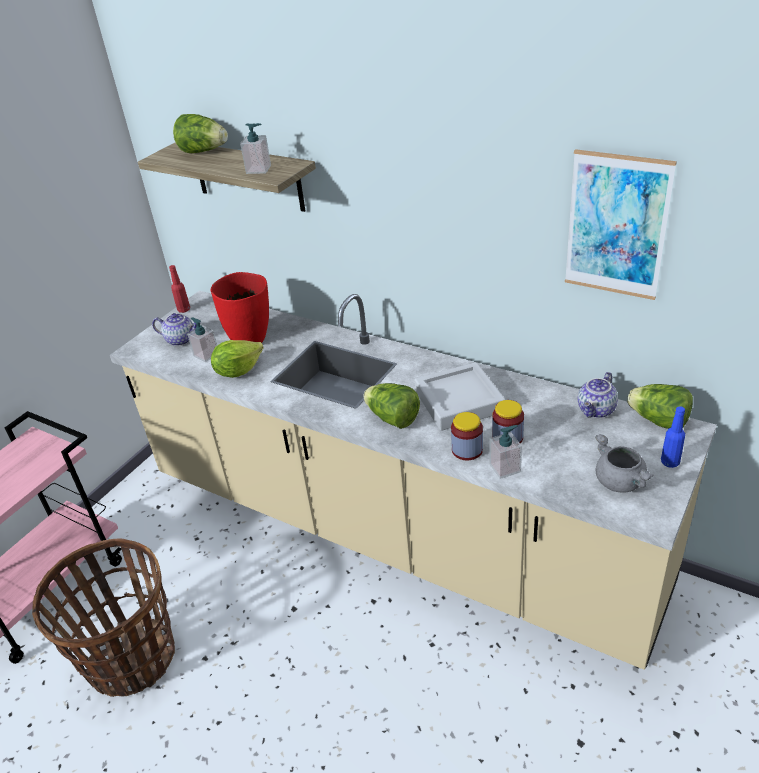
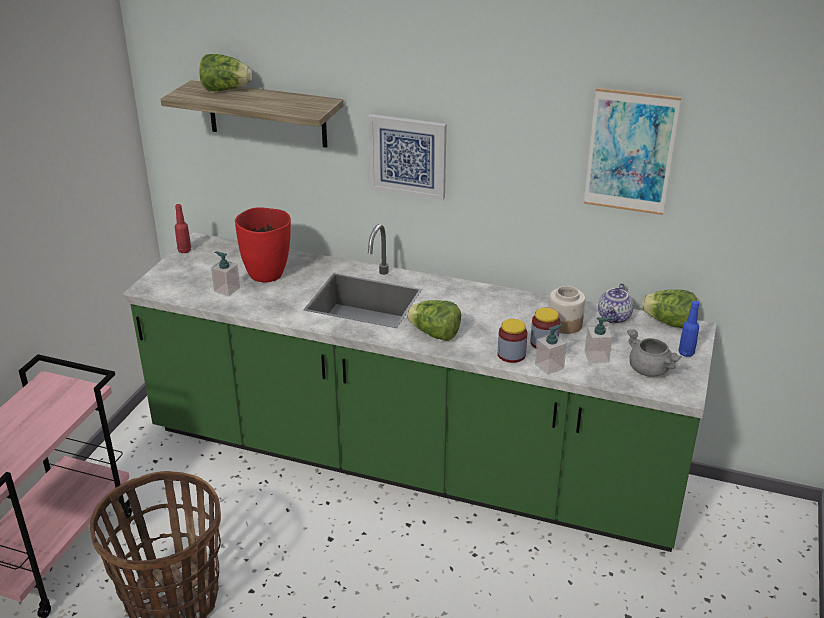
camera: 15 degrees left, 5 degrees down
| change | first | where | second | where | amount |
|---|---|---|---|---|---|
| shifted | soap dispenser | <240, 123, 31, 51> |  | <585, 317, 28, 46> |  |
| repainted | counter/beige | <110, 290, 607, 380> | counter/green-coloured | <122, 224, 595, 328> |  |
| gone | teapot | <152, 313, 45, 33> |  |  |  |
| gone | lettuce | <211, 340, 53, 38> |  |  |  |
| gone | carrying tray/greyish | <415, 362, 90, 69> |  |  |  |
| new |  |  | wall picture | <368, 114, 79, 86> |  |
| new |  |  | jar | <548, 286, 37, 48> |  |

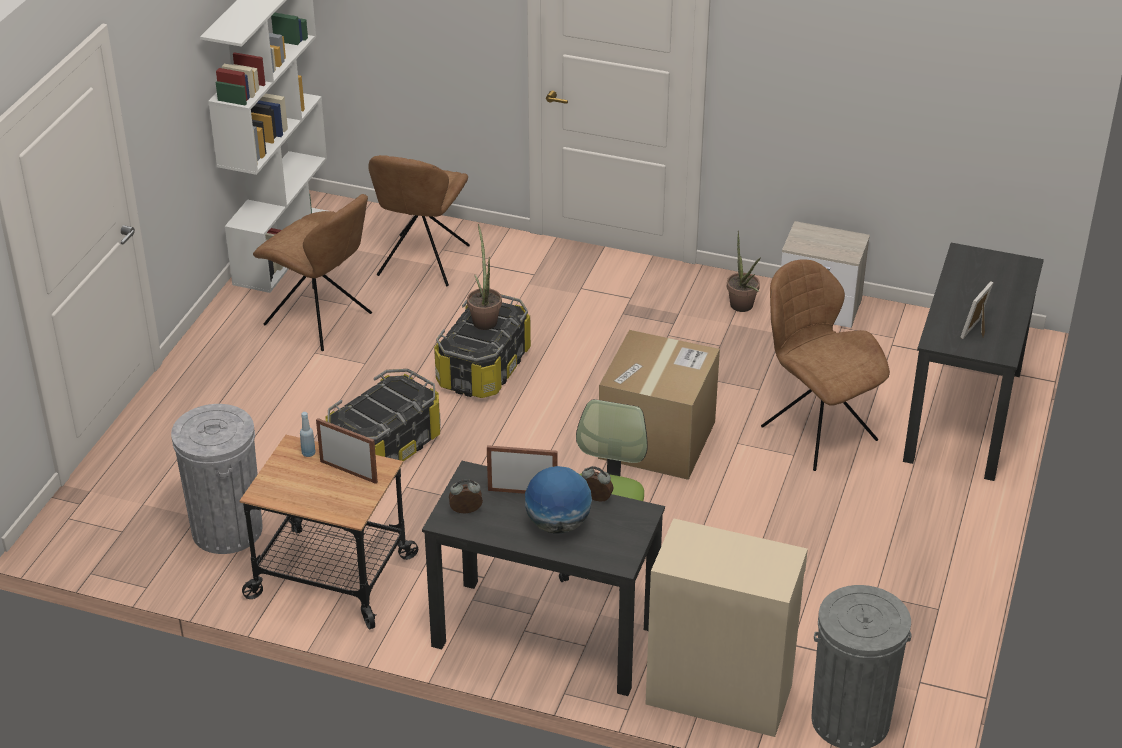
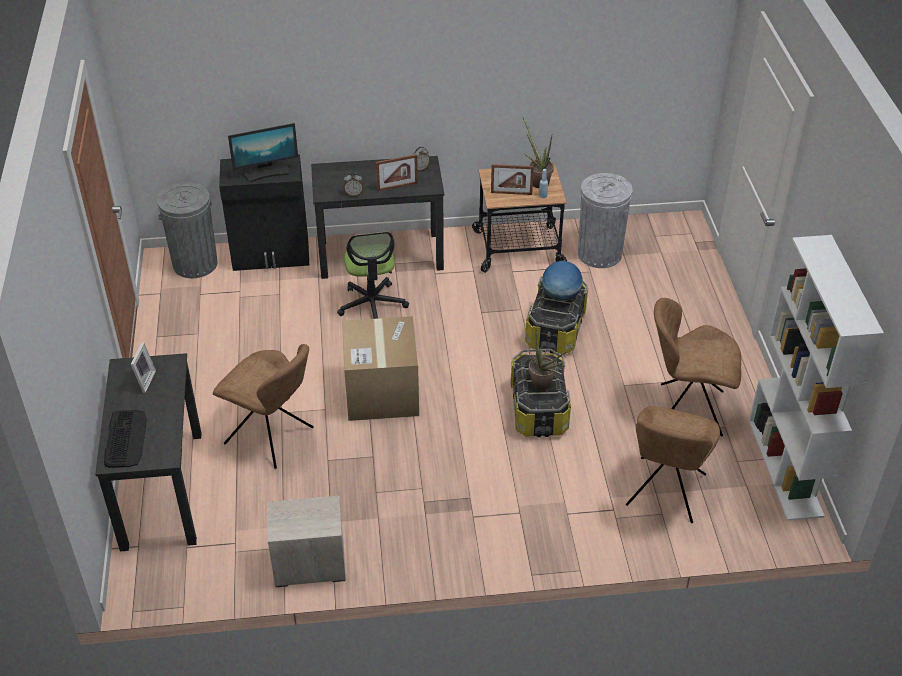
camera: 155 degrees right, 5 degrees up
| change | first | where | second | where | amount |
|---|---|---|---|---|---|
| rotated | upright chair/brown-coloured | <368, 155, 102, 131> |  | <626, 406, 94, 117> | 150 degrees counterclockwise |
| shifted | potted plant | <727, 231, 34, 81> |  | <523, 117, 31, 71> |  |
| shifted | globe | <525, 466, 67, 68> |  | <542, 261, 41, 40> |  |
| repainted | storage cabinet/beige | <645, 518, 163, 219> | storage cabinet/blackish | <219, 154, 90, 117> |  |
| new |  |  | computer display | <228, 123, 70, 60> |  |
| new |  |  | PC keyboard | <104, 410, 43, 58> |  |

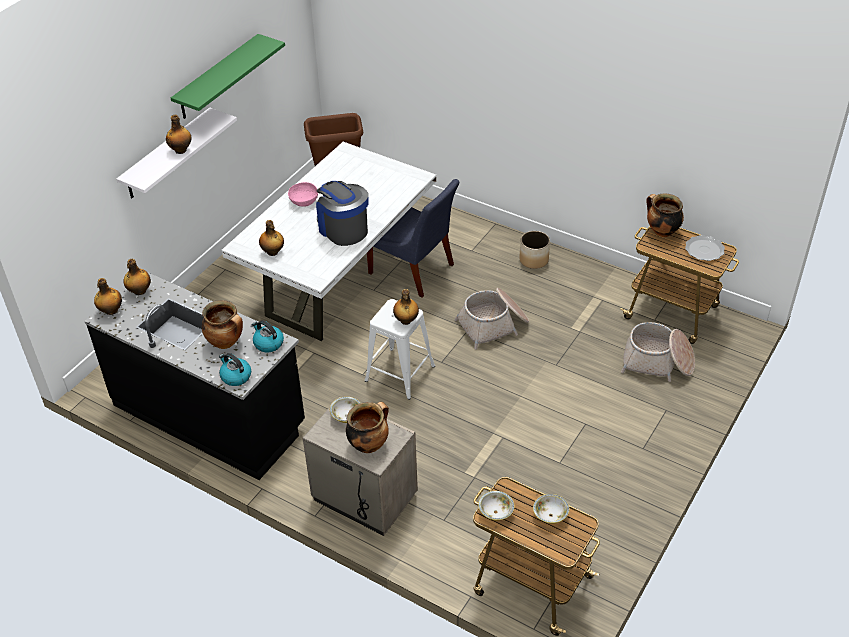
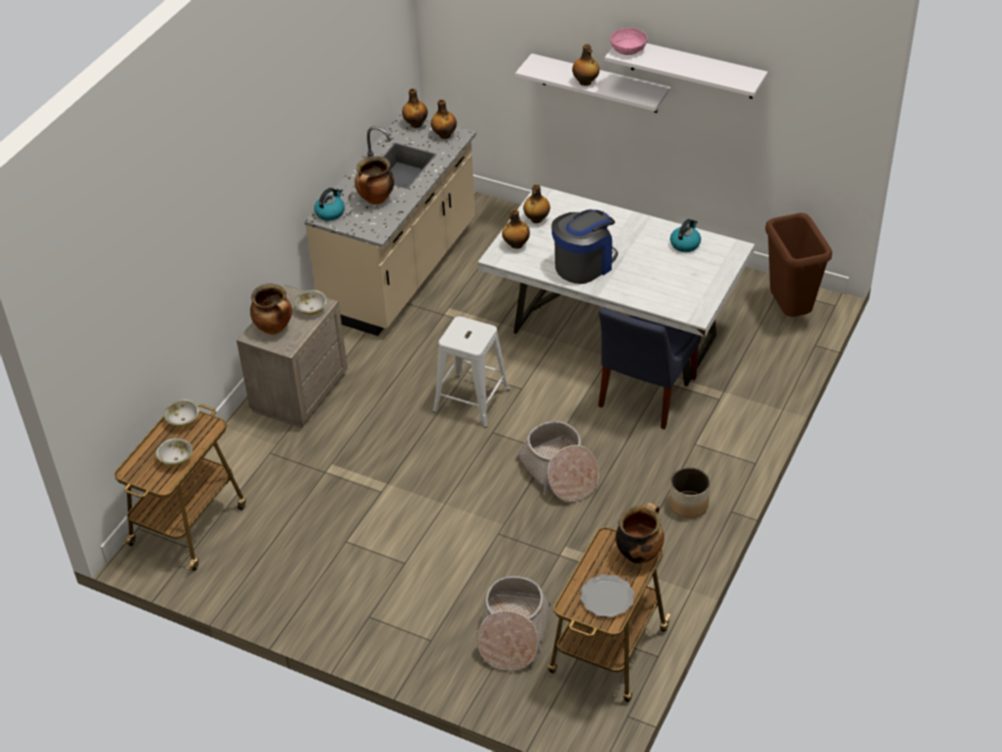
camera: 85 degrees right, 0 degrees up
| change | first | where | second | where | amount |
|---|---|---|---|---|---|
| repainted | shelf/green-coloured | <171, 34, 114, 85> | shelf/white-coloured | <605, 43, 163, 56> |  |
| shifted | serving bowl/pink | <288, 182, 30, 25> |  | <610, 28, 37, 27> |  |
| repainted | counter/blackish | <85, 272, 220, 208> | counter/beige | <304, 113, 172, 223> |  |
| shifted | drink bottle | <393, 289, 26, 36> |  | <502, 209, 28, 40> |  |
| shifted | tea kettle | <252, 320, 32, 32> |  | <670, 219, 31, 33> |  |

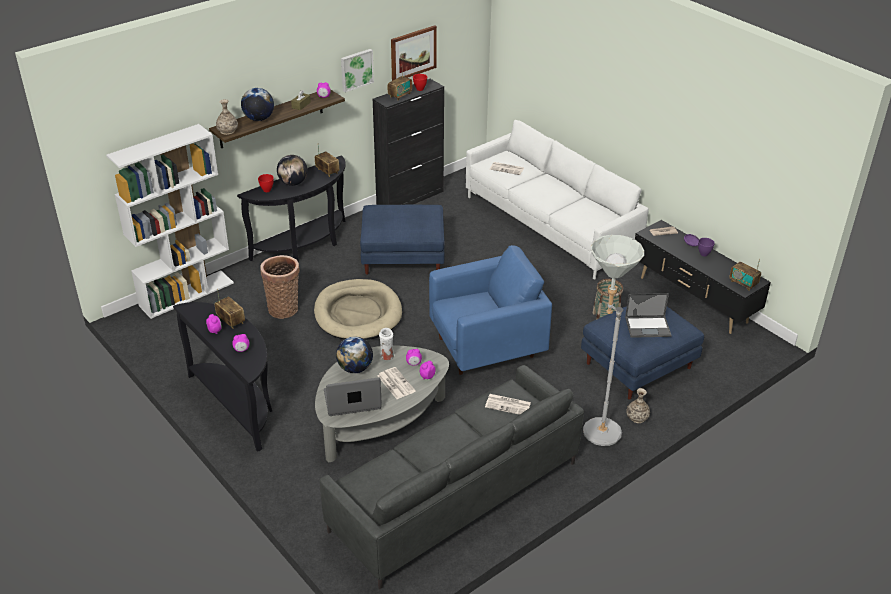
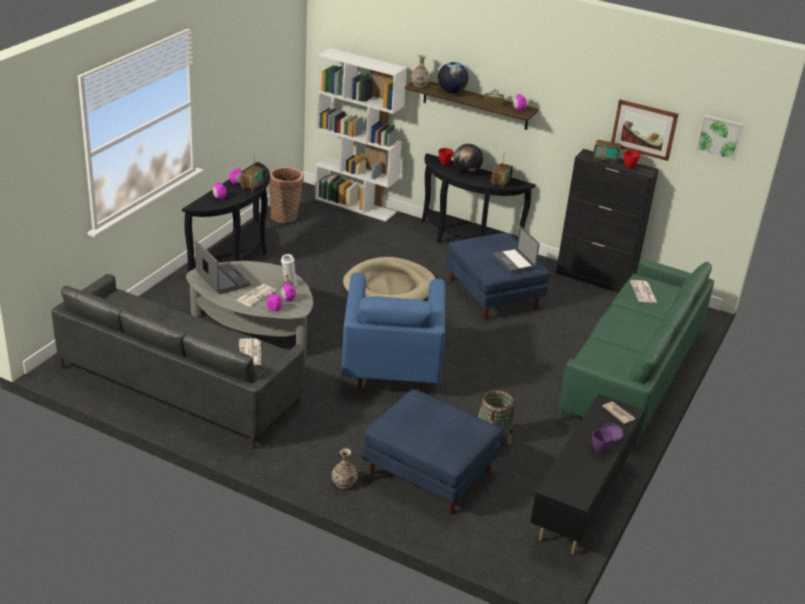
camera: 65 degrees right, 5 degrees down
| change | first | where | second | where | amount |
|---|---|---|---|---|---|
| shifted | wall picture | <341, 49, 33, 44> |  | <696, 115, 48, 47> |  |
| repainted | settee/white-coloured | <466, 120, 183, 160> | settee/green-coloured | <559, 259, 155, 189> |  |
| gone | standing lamp/greyish | <583, 235, 61, 211> |  |  |  |
| rotated | armchair/blue | <429, 245, 123, 130> |  | <341, 273, 104, 119> | 45 degrees clockwise |
| shifted | storage basket | <260, 255, 40, 64> |  | <269, 167, 35, 56> |  |
| gone | radio receiver | <729, 259, 32, 32> |  |  |  |
| shifted | notebook computer | <625, 293, 46, 45> |  | <492, 226, 48, 47> |  |
| gone | globe | <336, 337, 37, 36> |  |  |  |

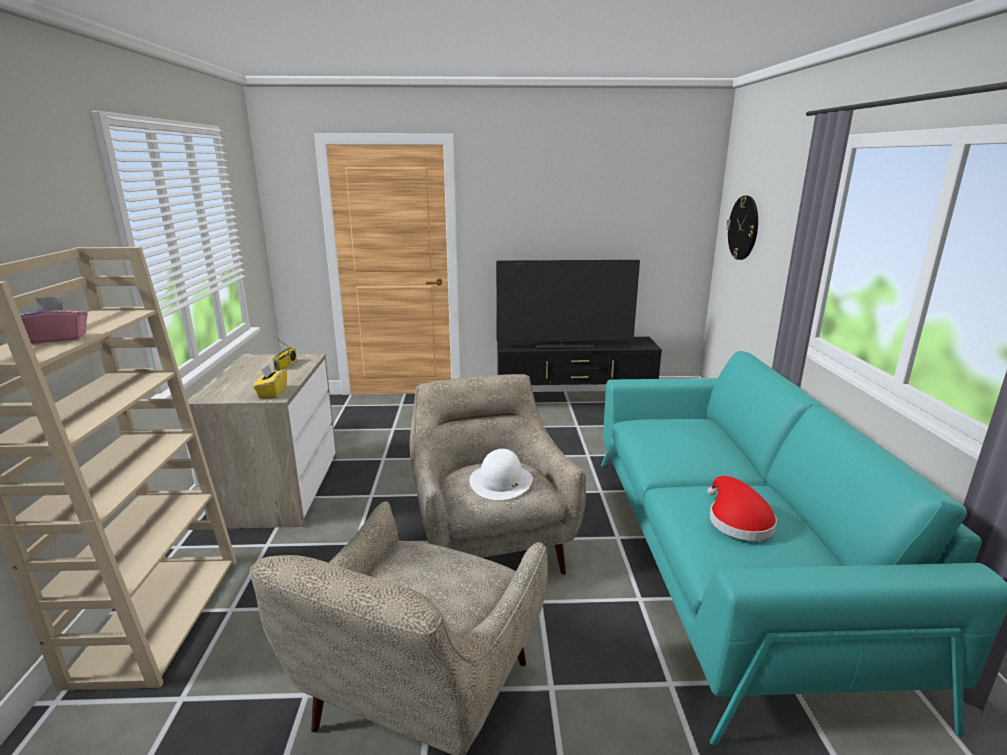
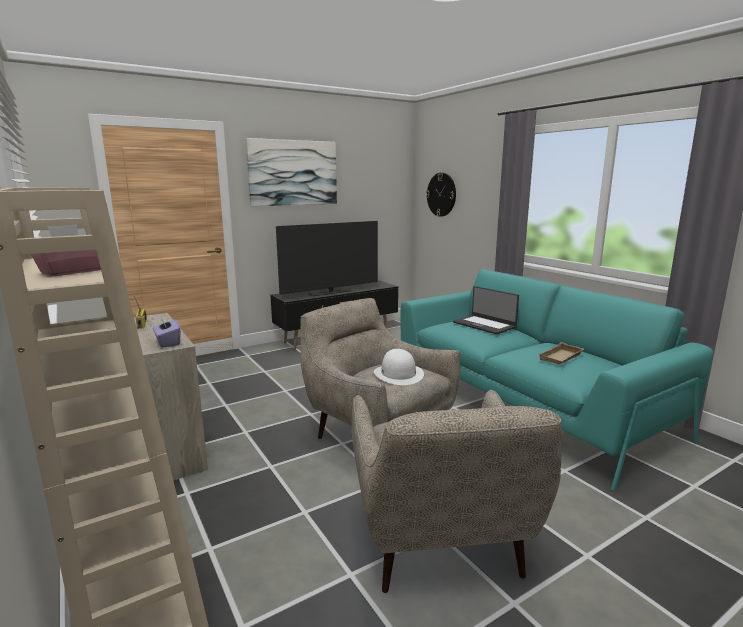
camera: 30 degrees left, 5 degrees down
| change | first | where | second | where | amount |
|---|---|---|---|---|---|
| repainted | box of tissues/yellow-coloured | <253, 365, 34, 33> | box of tissues/purple-coloured | <153, 315, 27, 33> |  |
| swapped | hat/red-coloured | <707, 476, 70, 65> | carrying tray/beige | <540, 342, 44, 22> |  |
| new |  |  | wall picture | <246, 138, 91, 68> |  |
| new |  |  | notebook computer | <453, 286, 66, 49> |  |

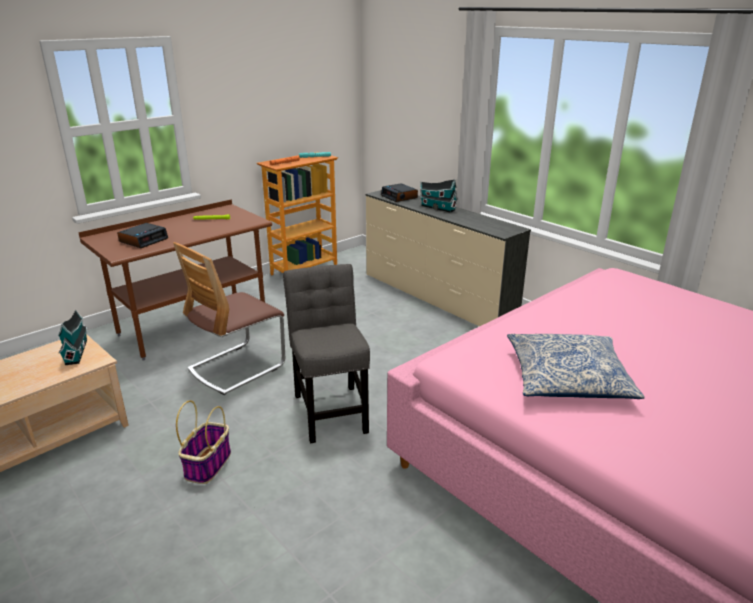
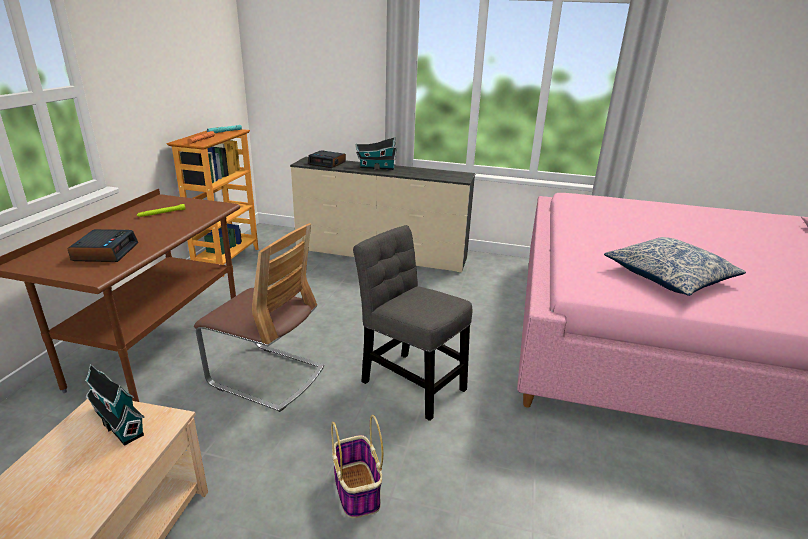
camera: 35 degrees left, 0 degrees up
| change | first | where | second | where | amount |
|---|---|---|---|---|---|
| rotated | upright chair | <173, 242, 112, 153> |  | <194, 223, 130, 189> | 75 degrees counterclockwise |

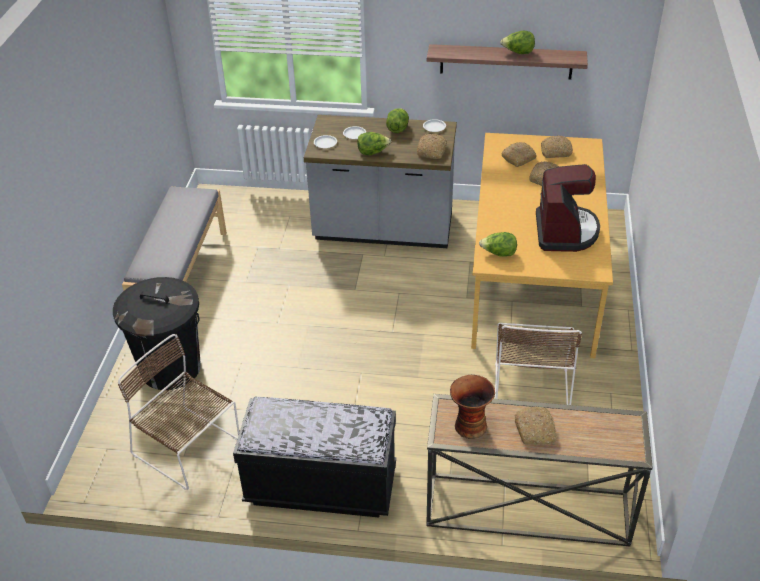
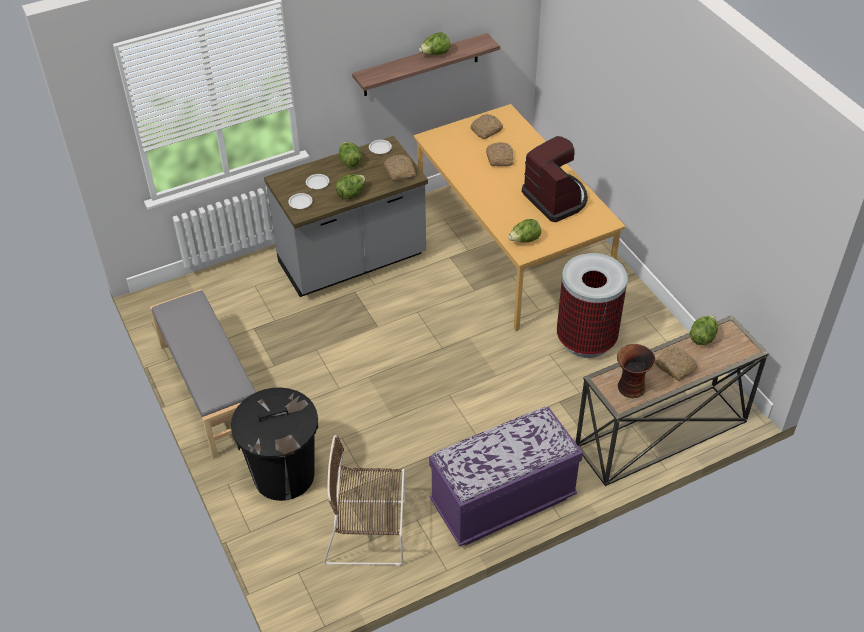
camera: 35 degrees left, 5 degrees up
| change | first | where | second | where | amount |
|---|---|---|---|---|---|
| gone | bread | <501, 142, 36, 25> |  |  |  |
| swapped | upright chair/brown-coloured | <495, 323, 87, 82> | rubbish bin | <557, 253, 71, 105> |  |
| repainted | long seat/blackish | <233, 397, 163, 120> | long seat/purple-coloured | <429, 407, 154, 139> |  |
| new |  |  | lettuce | <690, 315, 28, 30> |  |

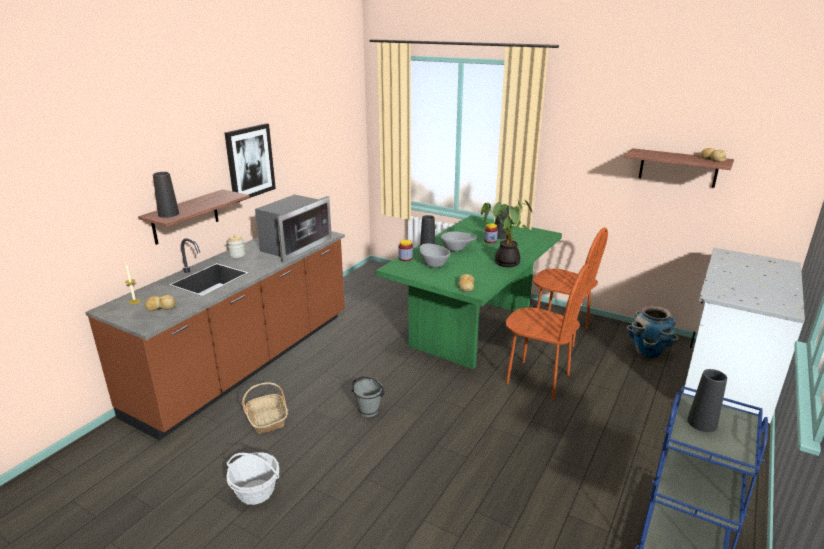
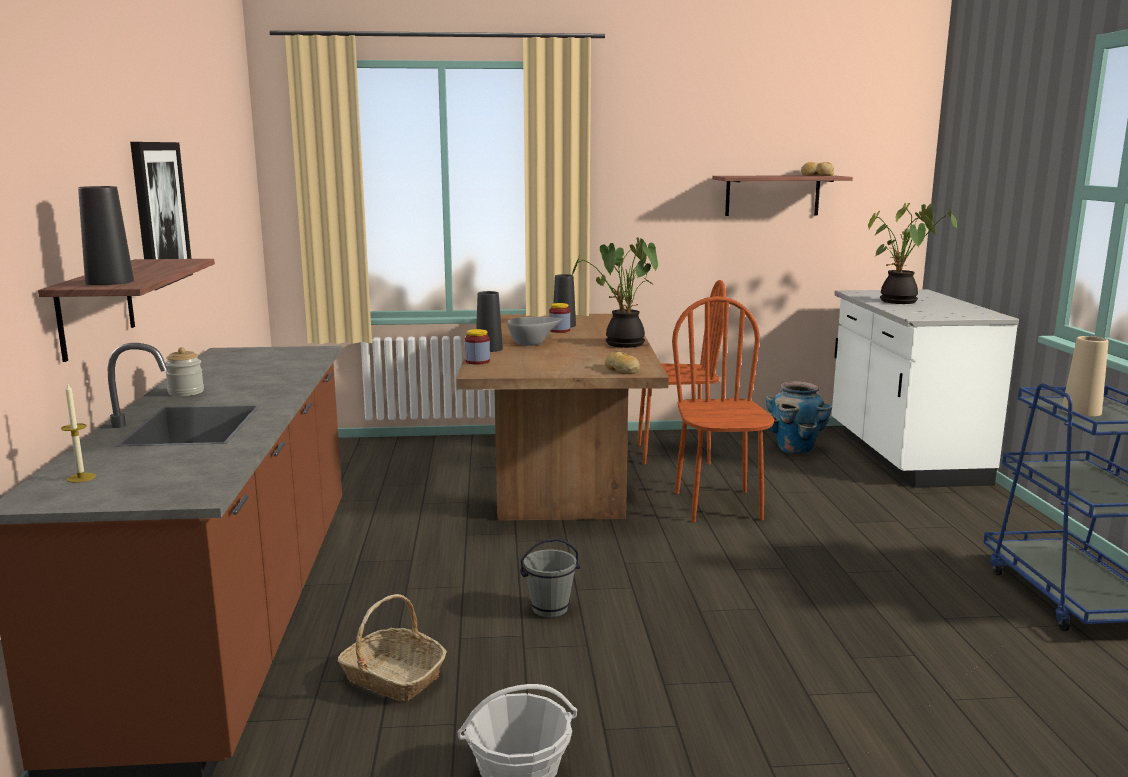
camera: 35 degrees left, 10 degrees down
| change | first | where | second | where | amount |
|---|---|---|---|---|---|
| gone | kitchen microwave | <255, 194, 77, 68> |  |  |  |
| repainted | dinner table/green-coloured | <376, 215, 186, 154> | dinner table/brown-coloured | <456, 314, 213, 207> |  |
| gone | serving bowl/greyish | <419, 243, 31, 25> |  |  |  |
| rotated | upright chair/brown-coloured | <505, 264, 86, 136> |  | <672, 296, 102, 226> | 90 degrees counterclockwise |
| gone | bread | <144, 295, 32, 16> |  |  |  |
| repainted | decorative vase/blackish | <687, 369, 40, 63> | decorative vase/beige | <1062, 336, 46, 81> |  |
| new |  |  | potted plant | <868, 203, 89, 101> |  |

